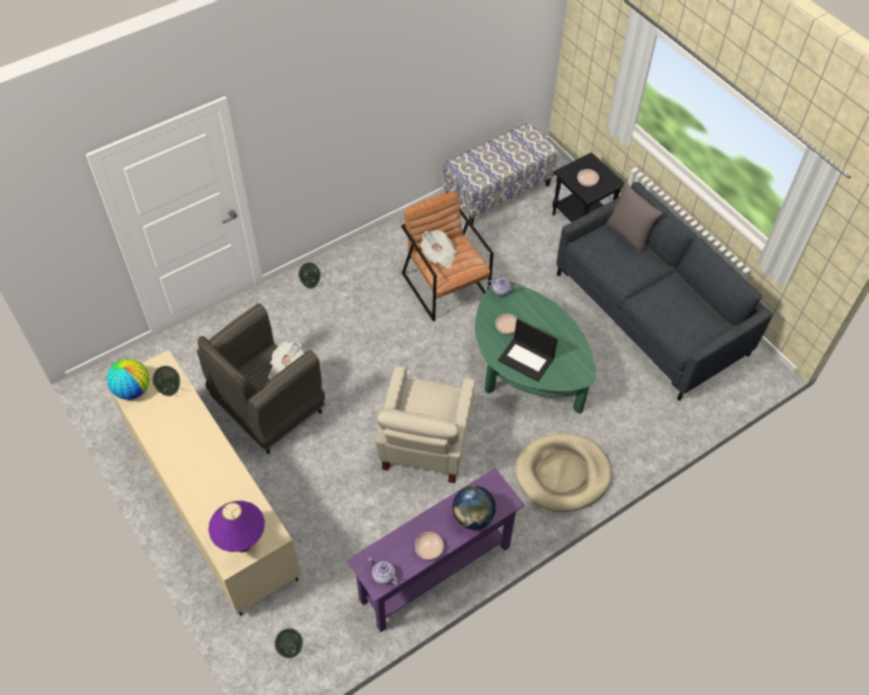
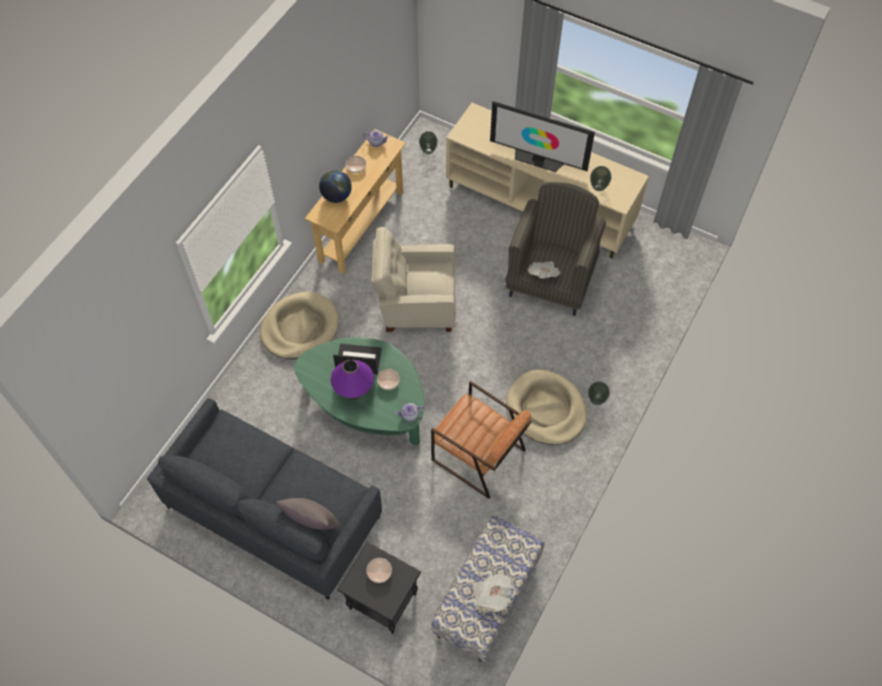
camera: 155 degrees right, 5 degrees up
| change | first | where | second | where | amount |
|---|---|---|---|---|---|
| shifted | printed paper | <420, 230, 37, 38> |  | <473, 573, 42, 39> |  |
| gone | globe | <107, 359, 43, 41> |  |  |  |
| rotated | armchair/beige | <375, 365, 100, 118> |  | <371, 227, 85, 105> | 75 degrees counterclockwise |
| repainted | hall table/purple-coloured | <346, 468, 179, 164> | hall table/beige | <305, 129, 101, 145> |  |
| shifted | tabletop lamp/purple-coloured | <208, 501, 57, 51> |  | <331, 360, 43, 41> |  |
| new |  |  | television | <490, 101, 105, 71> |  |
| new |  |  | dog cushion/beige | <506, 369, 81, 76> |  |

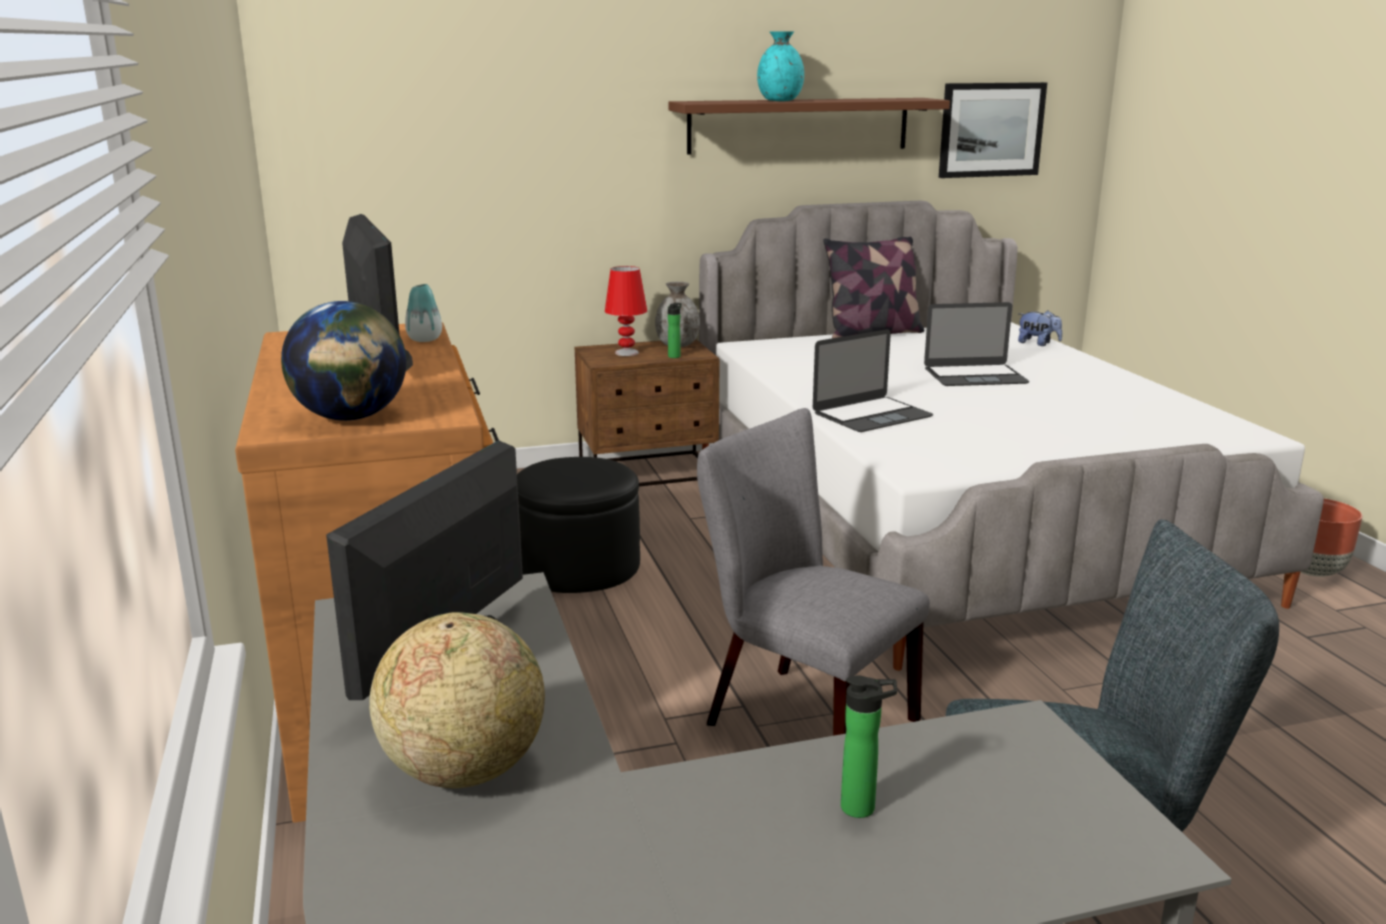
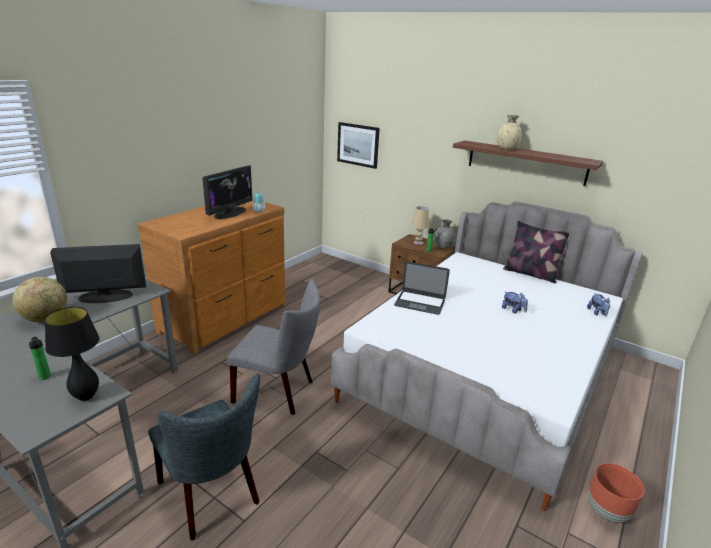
camera: 50 degrees right, 5 degrees up
| change | first | where | second | where | amount |
|---|---|---|---|---|---|
| repainted | decorative vase/blue-green | <757, 32, 47, 69> | decorative vase/beige | <497, 115, 25, 35> |  |
| shifted | wall picture | <939, 82, 108, 96> |  | <337, 122, 43, 47> |  |
| repainted | tabletop lamp/red-coloured | <605, 266, 42, 90> | tabletop lamp/beige | <411, 206, 19, 39> |  |
| gone | globe | <281, 301, 125, 120> |  |  |  |
| swapped | notebook computer | <924, 302, 105, 84> | soft toy | <502, 291, 26, 22> |  |
| rotated | upright chair/greyish | <697, 408, 233, 328> |  | <227, 279, 94, 136> | 105 degrees clockwise |
| gone | footrest/blackish | <517, 457, 123, 136> |  |  |  |
| new |  |  | tabletop lamp/blackish | <45, 307, 55, 94> |  |

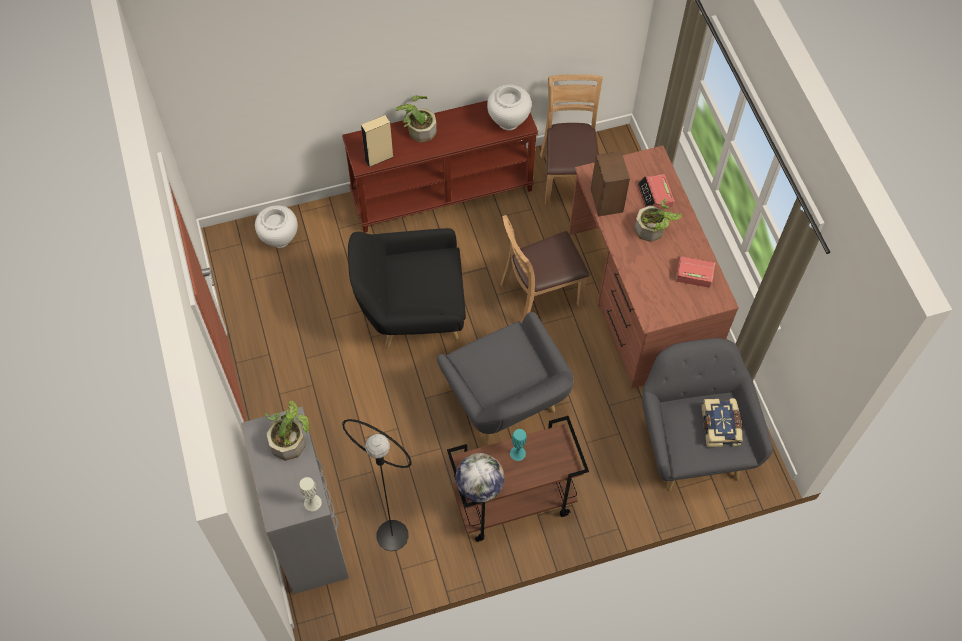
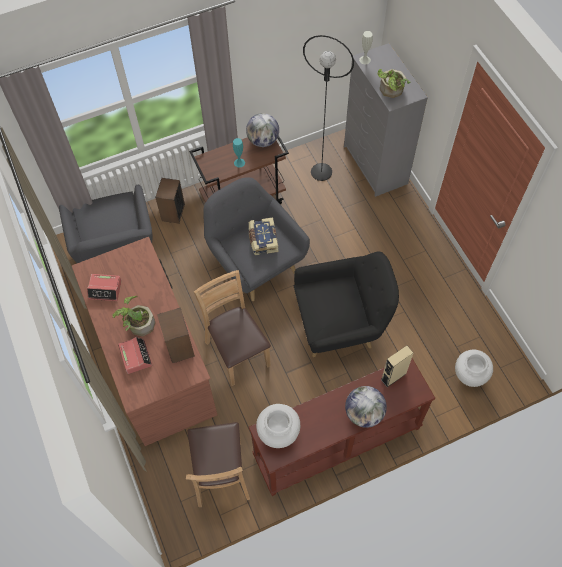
camera: 175 degrees right, 0 degrees up
| change | first | where | second | where | amount |
|---|---|---|---|---|---|
| swapped | potted plant | <396, 95, 41, 47> | globe | <345, 386, 42, 42> |  |
| rotated | upright chair/brown-coloured | <501, 215, 88, 108> |  | <194, 270, 77, 116> | 90 degrees counterclockwise |
| shifted | bound book | <701, 398, 42, 49> |  | <249, 217, 30, 38> |  |
| new |  |  | speaker | <155, 178, 30, 46> |  |

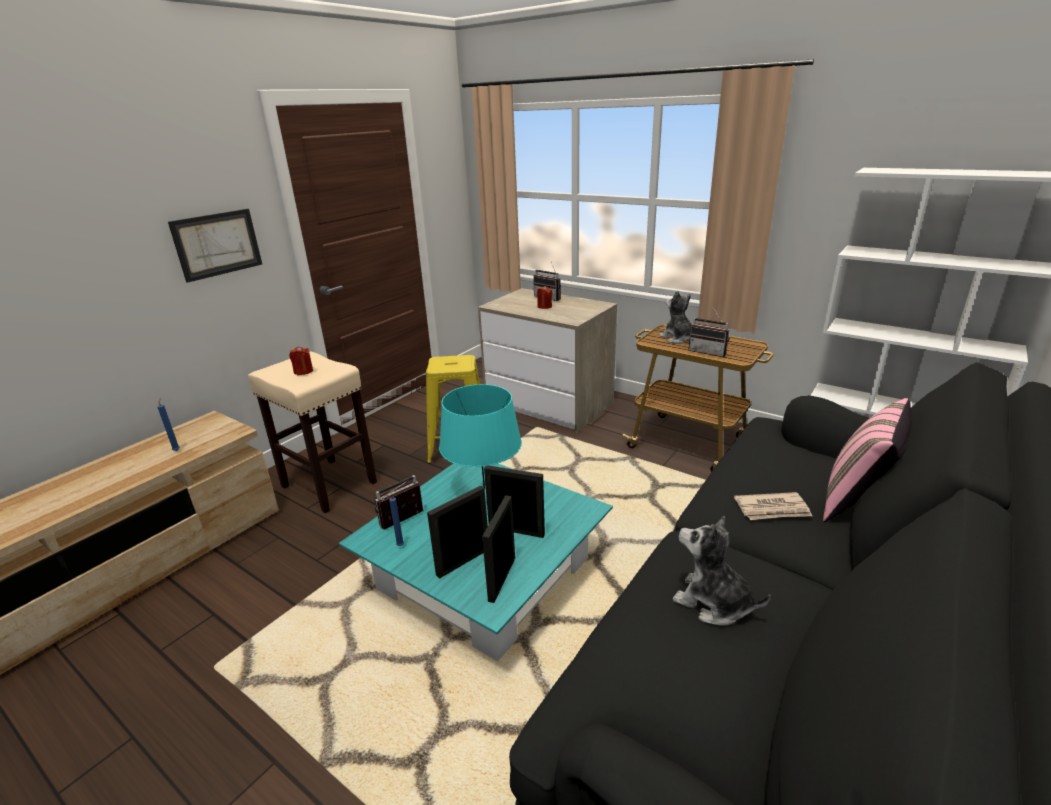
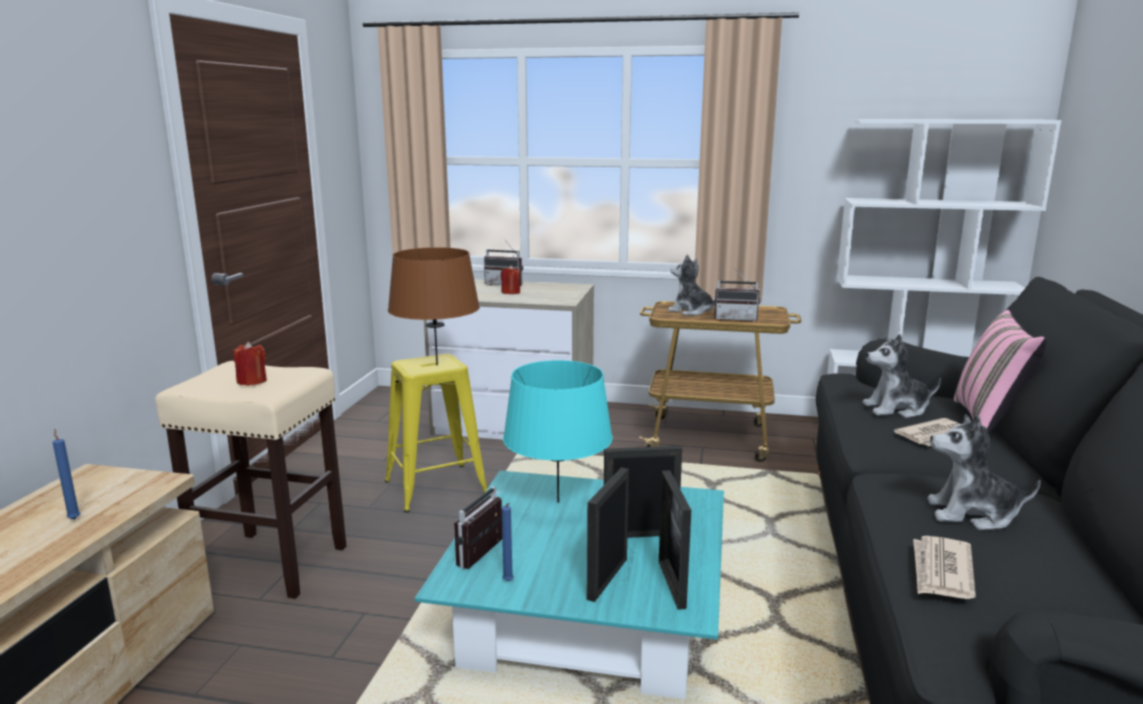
camera: 25 degrees left, 10 degrees down
| change | first | where | second | where | amount |
|---|---|---|---|---|---|
| gone | wall picture | <168, 209, 94, 74> |  |  |  |
| new |  |  | tabletop lamp/brown-coloured | <388, 247, 92, 118> |  |
| new |  |  | soft toy | <862, 334, 79, 84> |  |
| new |  |  | printed paper | <913, 536, 63, 63> |  |

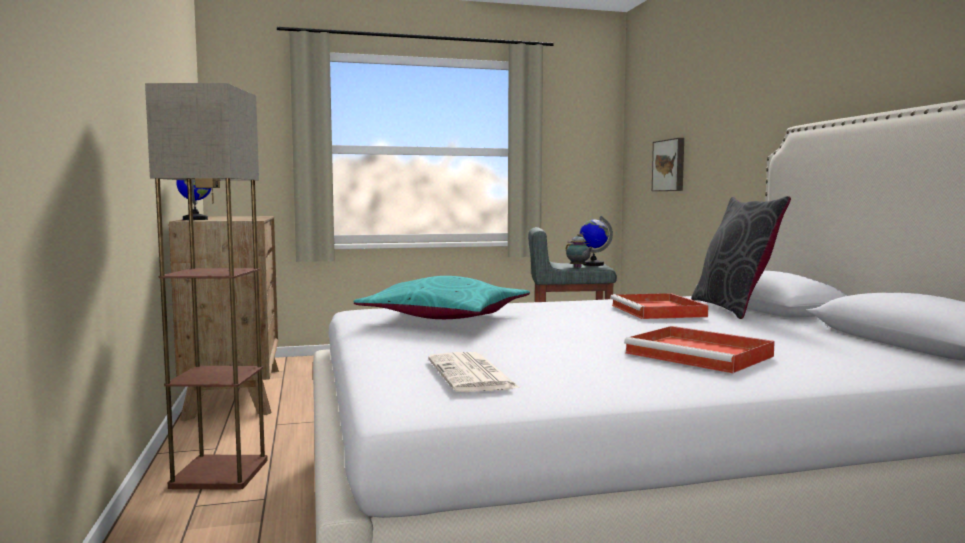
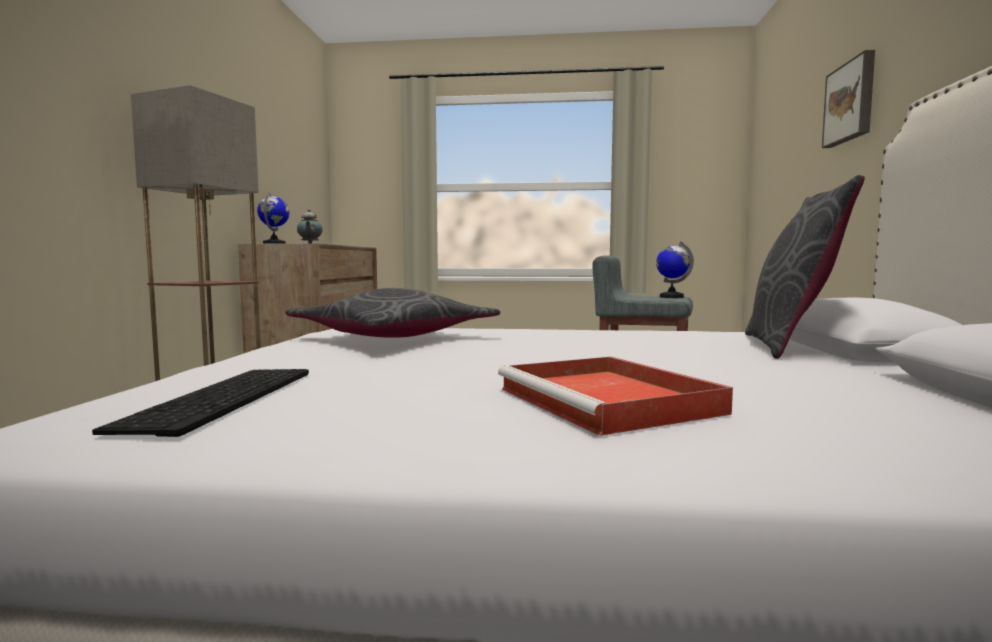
camera: 20 degrees right, 0 degrees up
| change | first | where | second | where | amount |
|---|---|---|---|---|---|
| shifted | wall picture | <652, 138, 32, 53> |  | <822, 50, 53, 98> |  |
| shifted | teapot | <566, 234, 27, 34> |  | <297, 209, 26, 34> |  |
| repainted | cushion/blue-green | <353, 276, 177, 43> | cushion/greyish | <285, 288, 215, 50> |  |
| gone | carrying tray/red-coloured | <610, 293, 99, 26> |  |  |  |
| swapped | printed paper | <428, 352, 92, 40> | PC keyboard | <92, 369, 217, 68> |  |

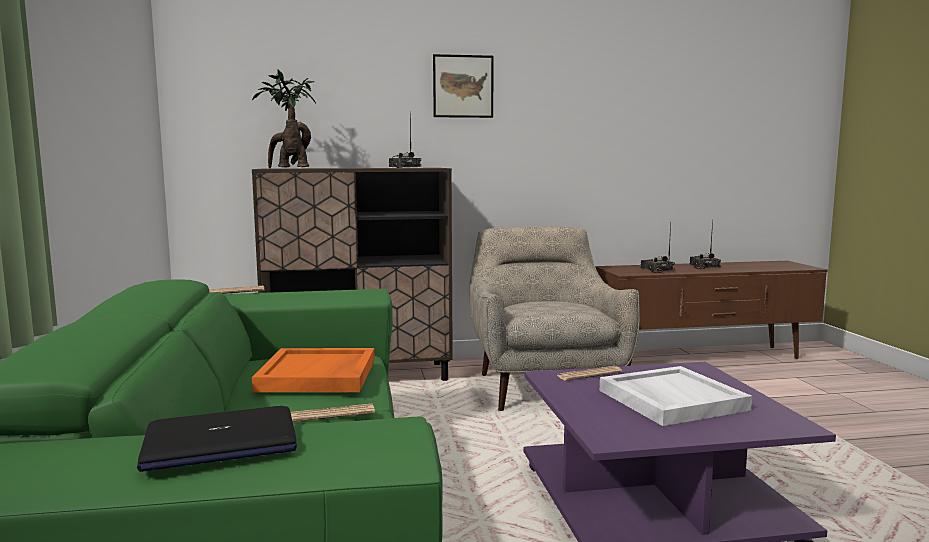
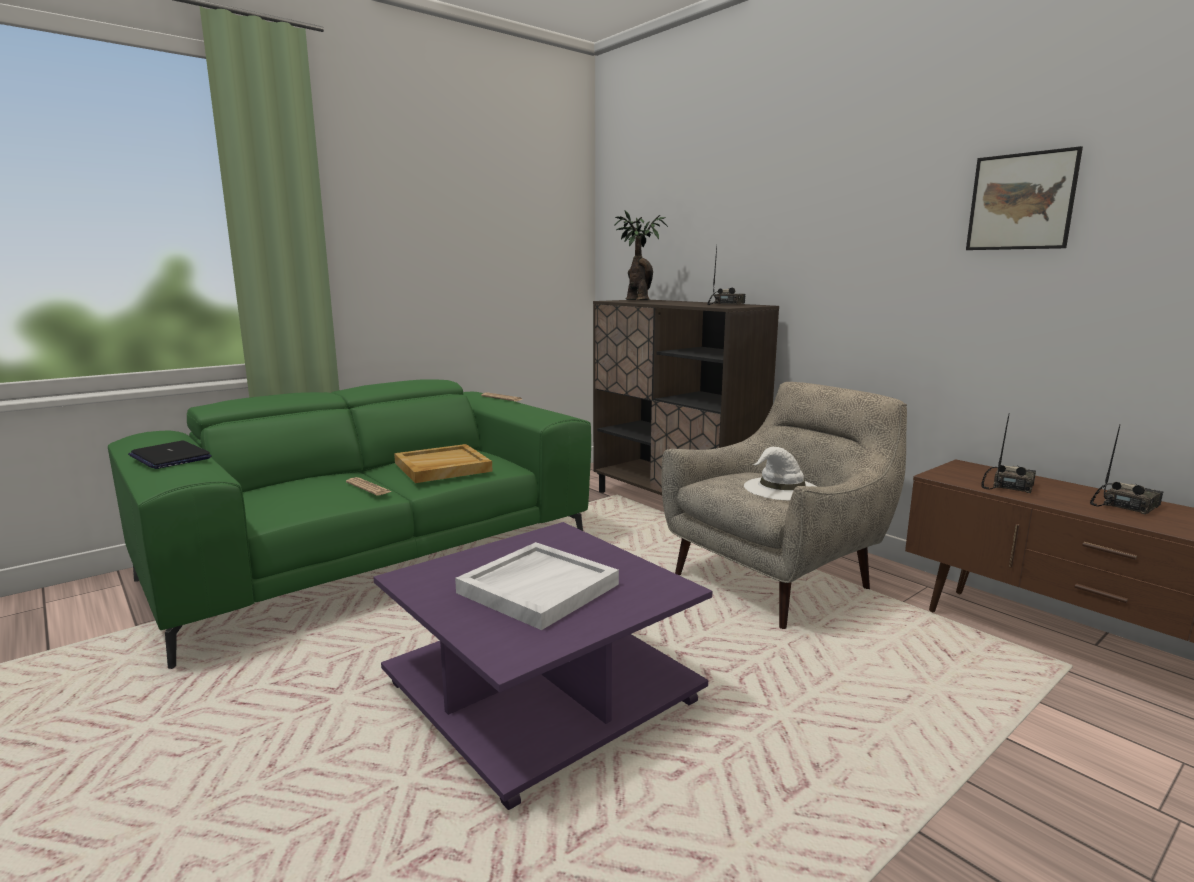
camera: 60 degrees right, 5 degrees up
| change | first | where | second | where | amount |
|---|---|---|---|---|---|
| shifted | wall picture | <433, 54, 61, 64> |  | <966, 146, 117, 104> |  |
| repainted | carrying tray/orange-coloured | <252, 348, 122, 44> | carrying tray/beige | <394, 444, 99, 39> |  |
| gone | printed paper | <556, 366, 67, 15> |  |  |  |
| new |  |  | hat/white-coloured | <744, 447, 73, 54> |  |

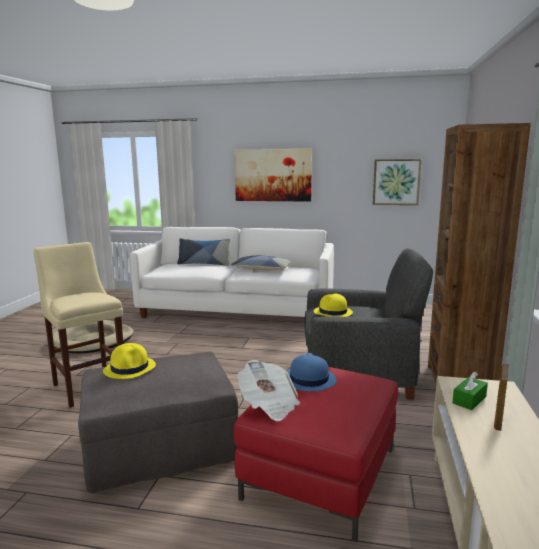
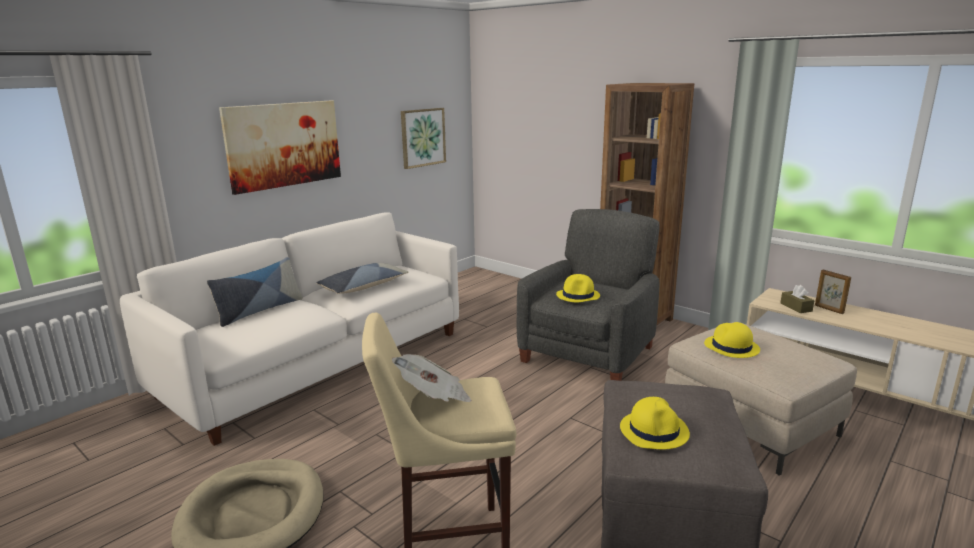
camera: 60 degrees left, 5 degrees up
| change | first | where | second | where | amount |
|---|---|---|---|---|---|
| repainted | hat/blue | <286, 353, 50, 38> | hat/yellow-coloured | <704, 322, 56, 36> |  |
| shifted | printed paper | <237, 360, 63, 61> |  | <392, 354, 80, 48> |  |
| repainted | footrest/red-coloured | <234, 367, 164, 175> | footrest/beige | <665, 322, 192, 154> |  |
| repainted | box of tissues/green-coloured | <452, 372, 36, 38> | box of tissues/brown-coloured | <781, 285, 33, 28> |  |

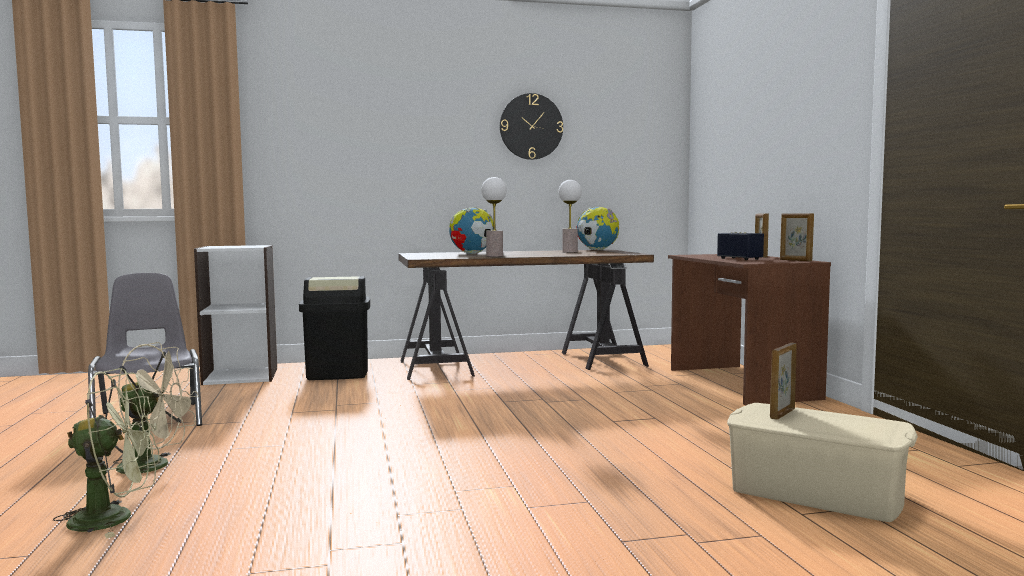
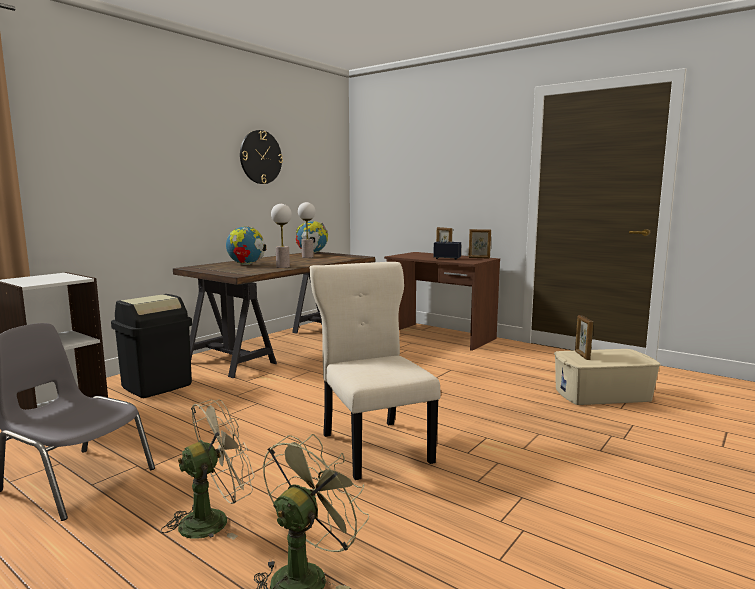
camera: 40 degrees left, 5 degrees up
| change | first | where | second | where | amount |
|---|---|---|---|---|---|
| new |  |  | upright chair/beige | <310, 262, 131, 218> |  |

